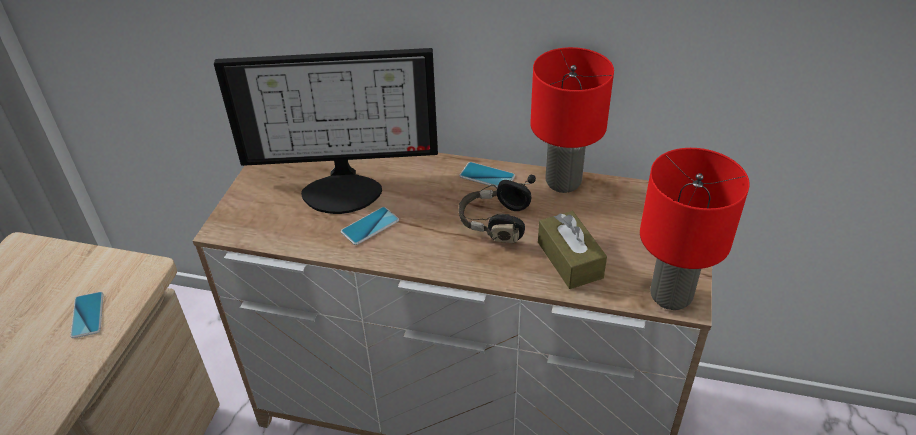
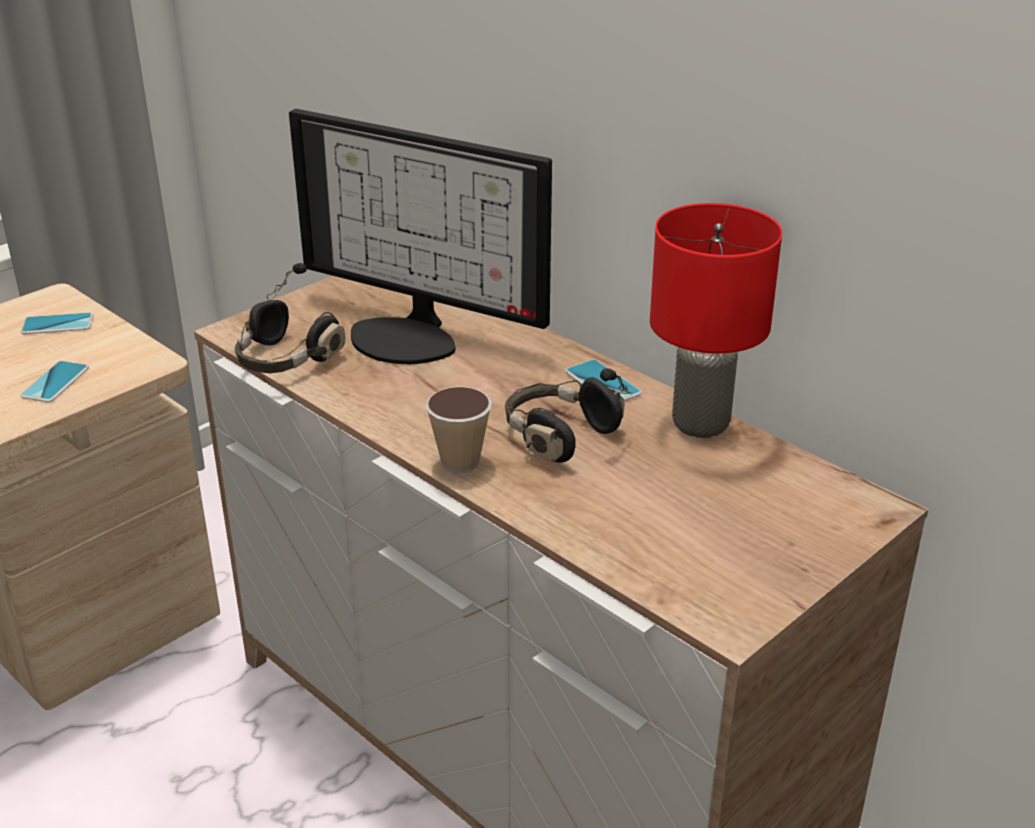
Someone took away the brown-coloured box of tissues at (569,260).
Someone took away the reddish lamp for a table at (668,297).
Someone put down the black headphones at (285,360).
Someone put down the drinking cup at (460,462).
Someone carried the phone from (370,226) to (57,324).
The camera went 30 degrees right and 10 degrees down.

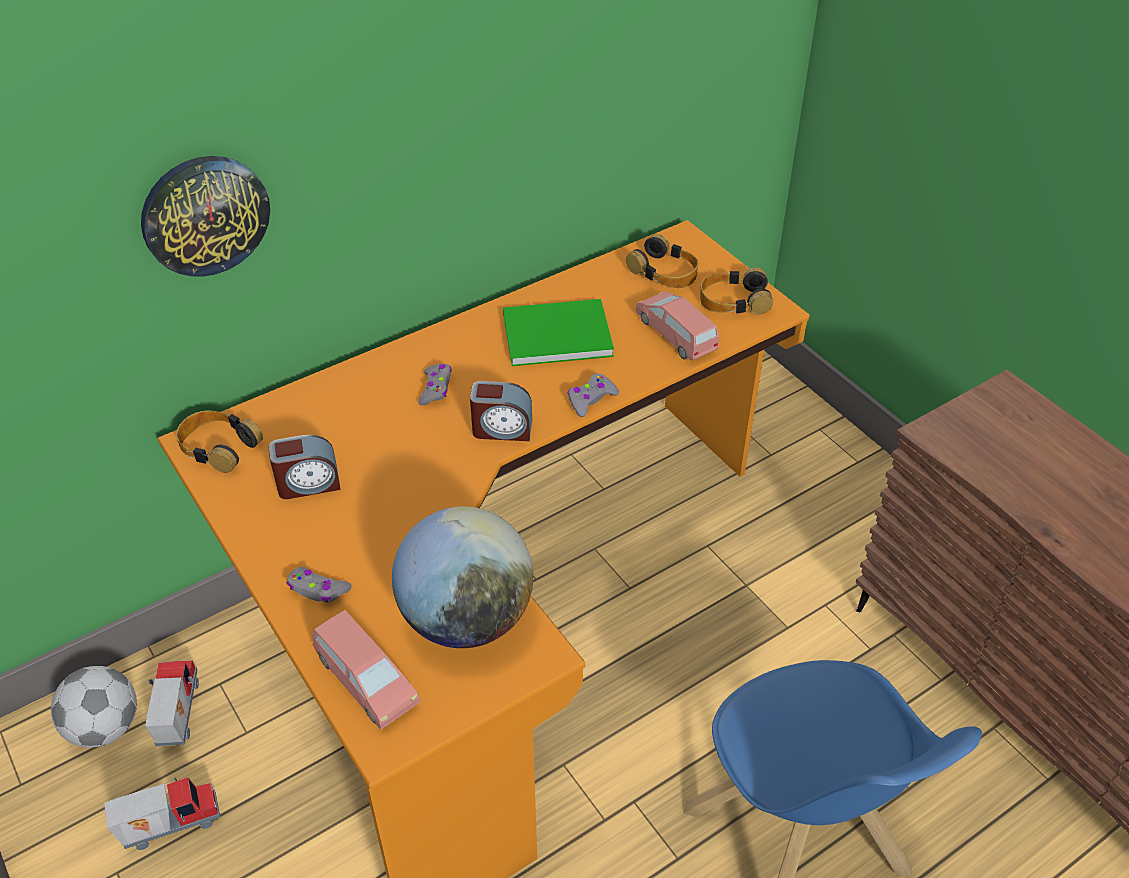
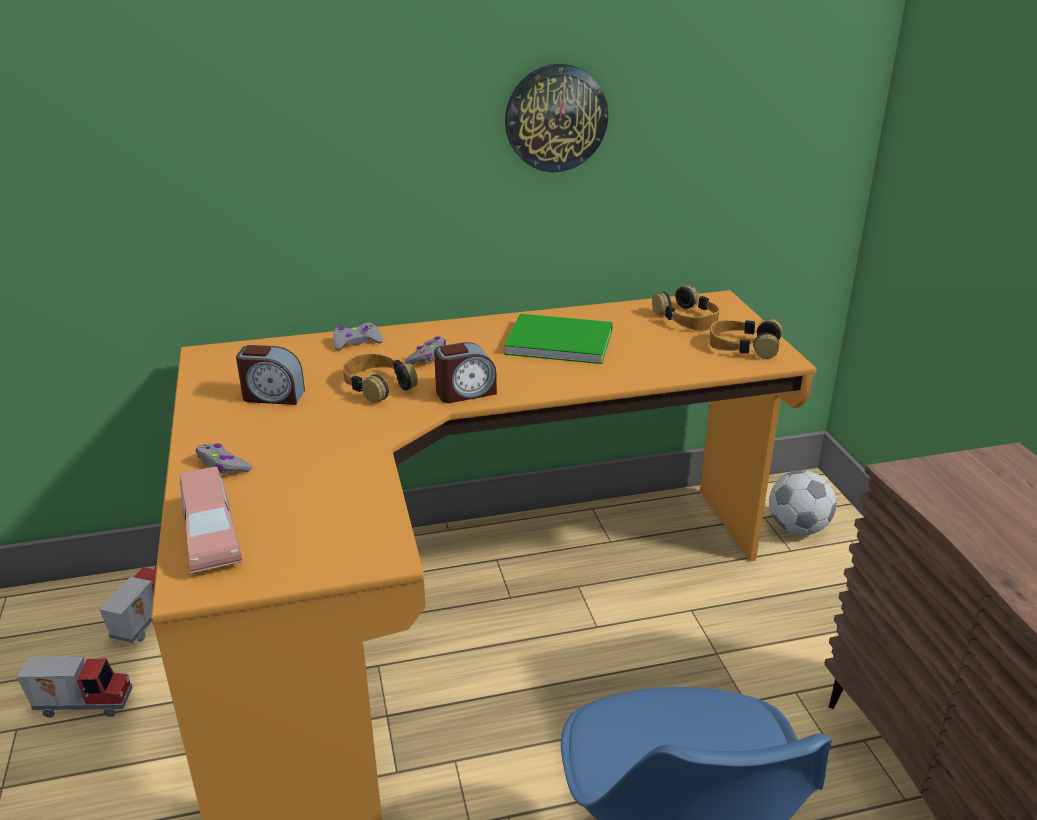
Someone took away the world globe at (466,618).
Someone took away the pinkish toy car at (676,335).
Someone carried the ball for football from (104,727) to (797,528).
Someone carried the wall clock from (205,215) to (555,118).
Someone carried the headphones from (218,447) to (377,385).
Someone carried the gray game controller from (591,399) to (356,342).
Someone rotated the bedside clock at (502,429) by 45 degrees counterclockwise.
The camera went 20 degrees right and 15 degrees down.

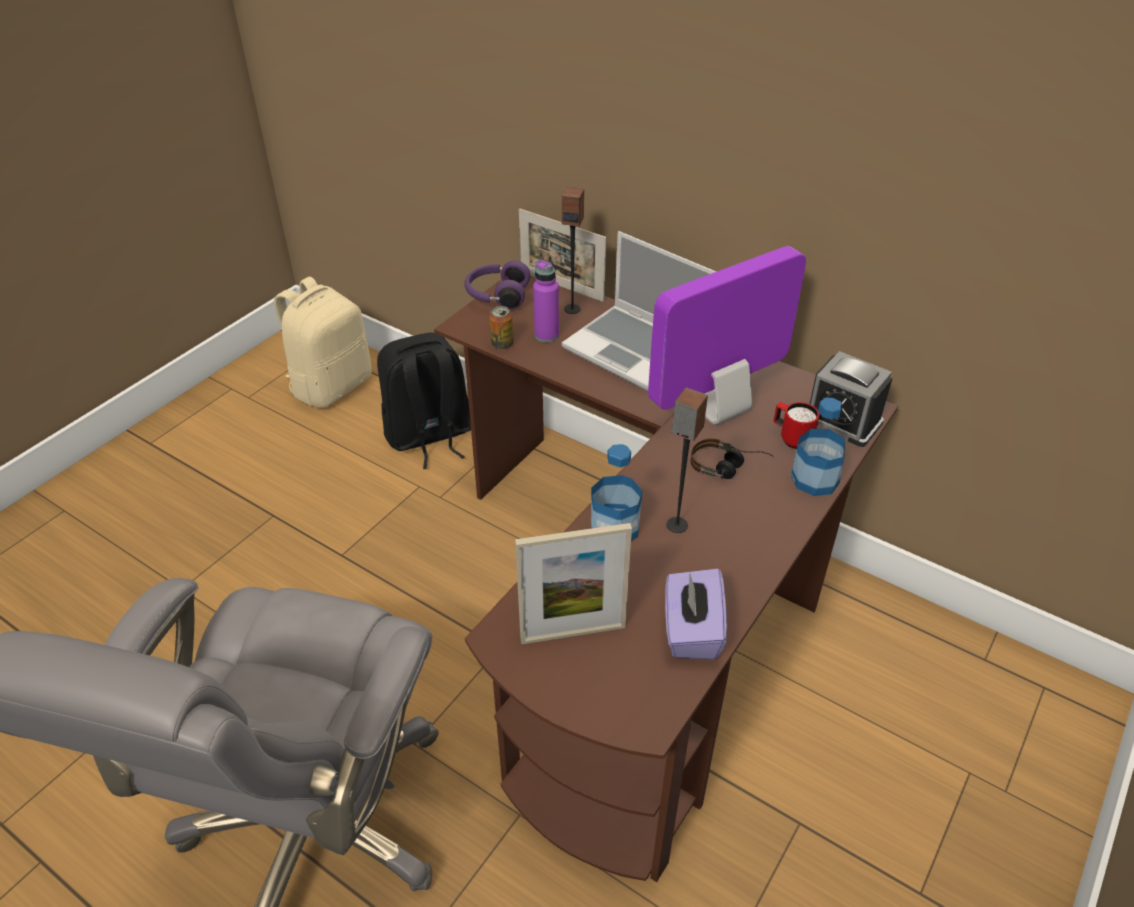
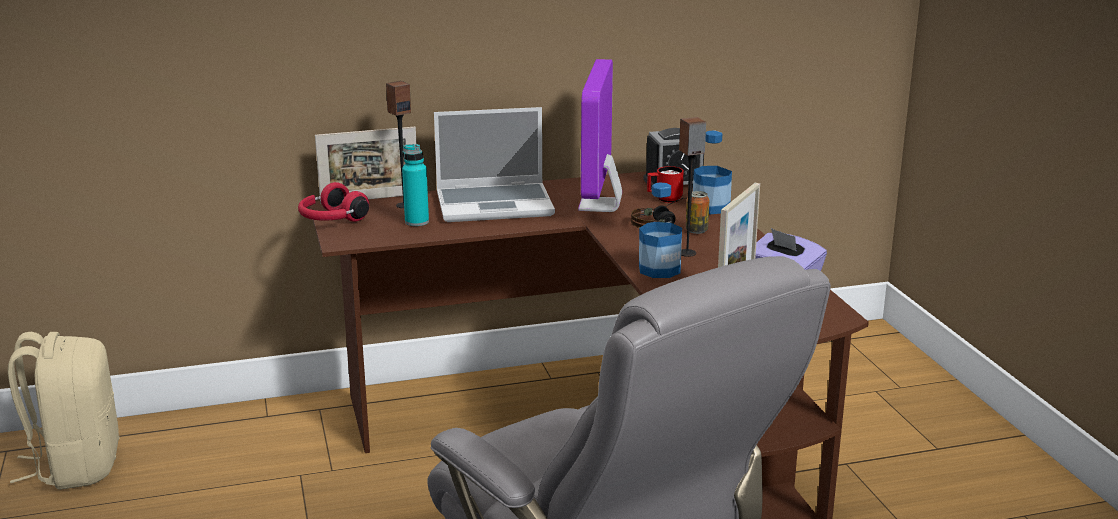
Someone took away the black backpack at (429,437).
Someone carried the can from (502,344) to (696,230).
Someone repainted the purple headphones at (497,295), which became the reddish headphones at (331,220).
Someone repainted the purple drink bottle at (546,335), which became the blue-green drink bottle at (416,222).
The camera went 50 degrees left and 20 degrees down.

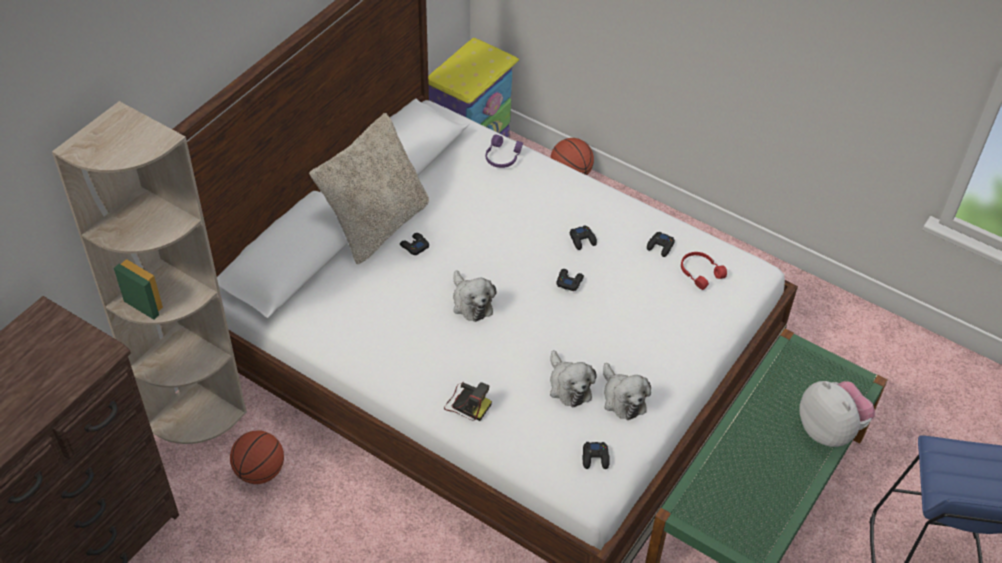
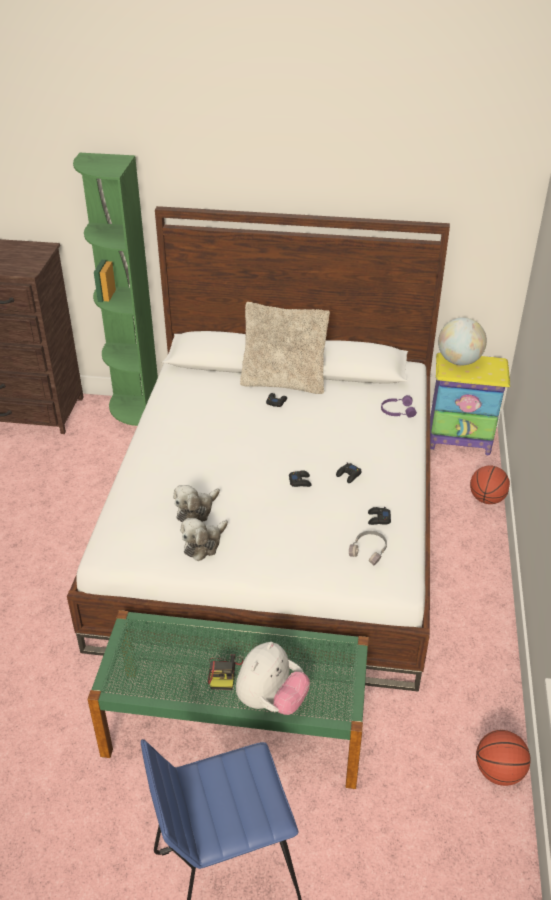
Someone took away the plush toy at (471,302).
Someone took away the black game controller at (595,458).
Someone put down the world globe at (459,361).
Someone carried the ball for basketball from (260,471) to (498,771).
Someone carried the photo camera from (467,404) to (224,672).
Someone repainted the beige bookcase at (196,422), which became the green-coloured bookcase at (133,415).
Someone repainted the reddish headphones at (700,272), which became the gray headphones at (369,550).
The camera went 65 degrees right and 10 degrees down.

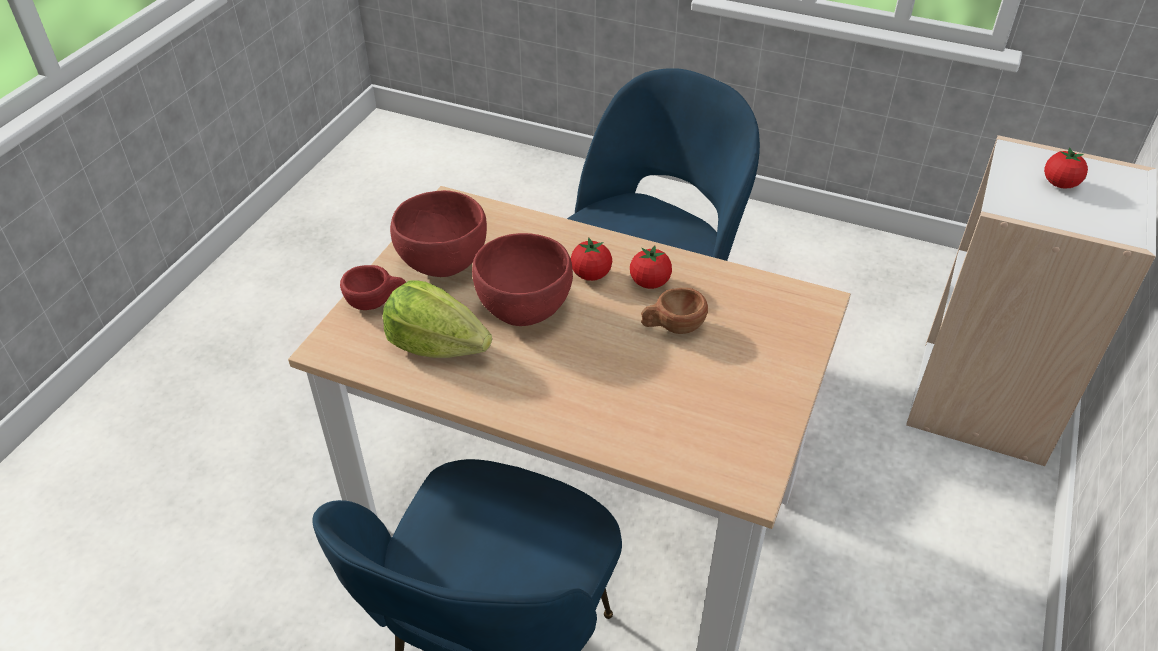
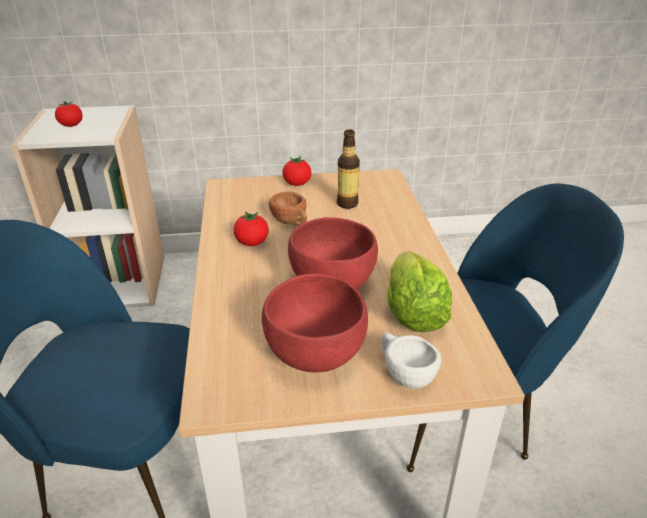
Someone put down the drink bottle at (347,204).
Someone carried the tomato from (591,275) to (297,184).
Someone repainted the reddish drinking cup at (377,302), which became the whitish drinking cup at (404,373).
The camera went 120 degrees left and 10 degrees down.

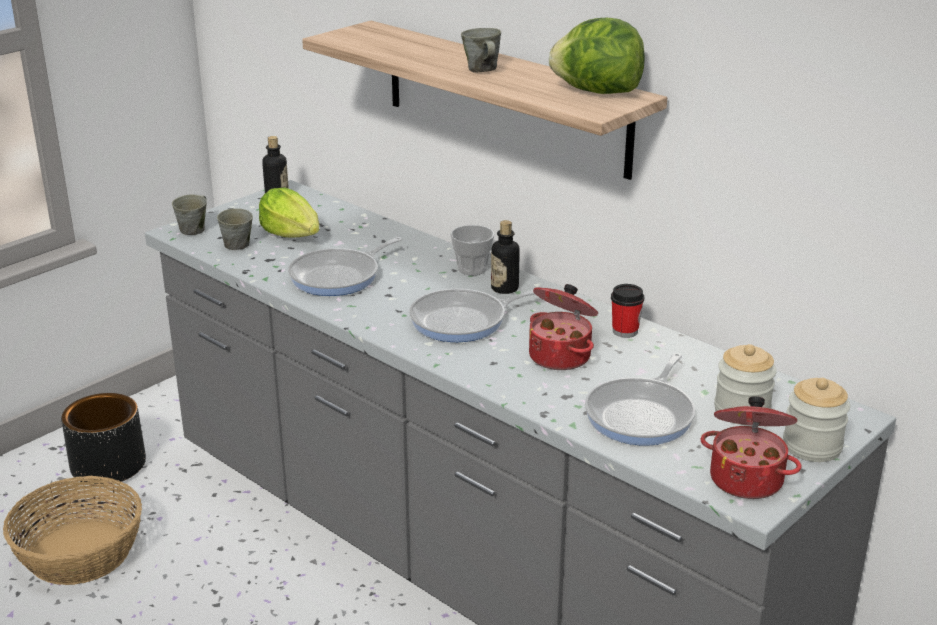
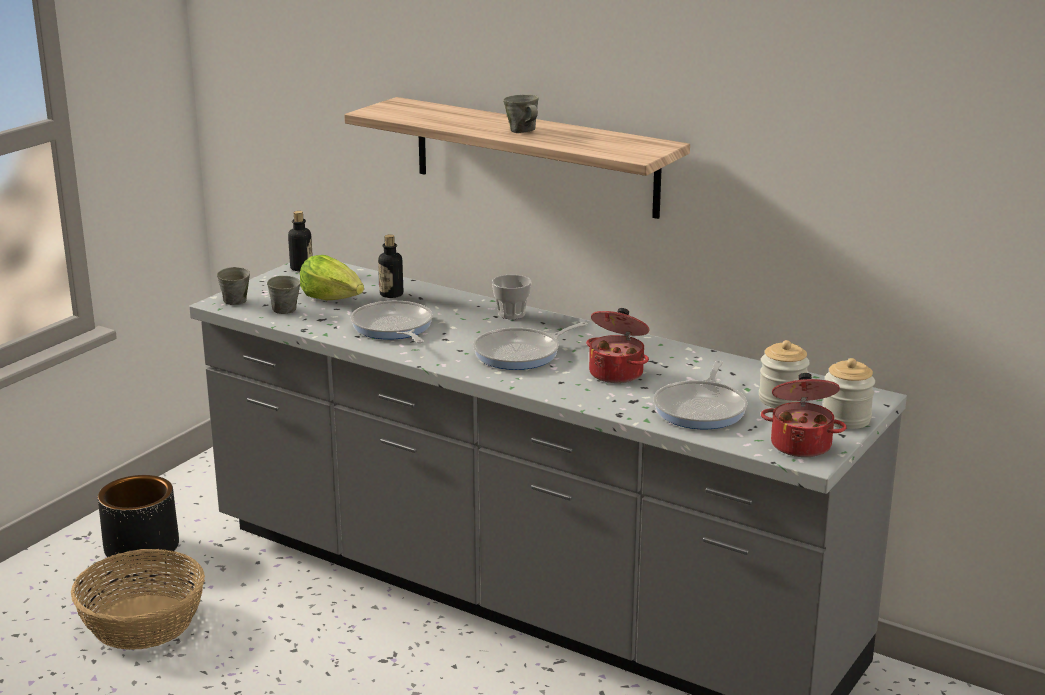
Someone took away the lettuce head at (597,92).
Someone took away the drinking cup at (625,331).
Someone carried the drink bottle from (504,288) to (391,294).
Someone rotated the skillet at (339,276) by 120 degrees clockwise.
The camera went 10 degrees left and 5 degrees down.

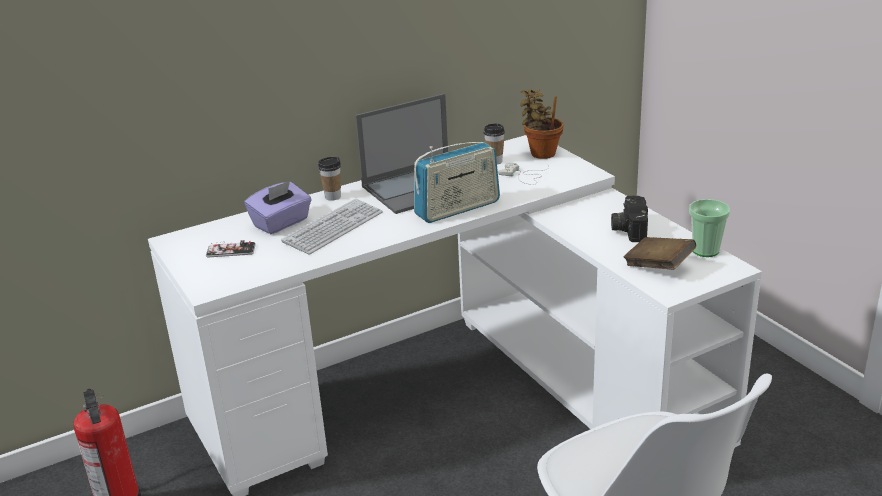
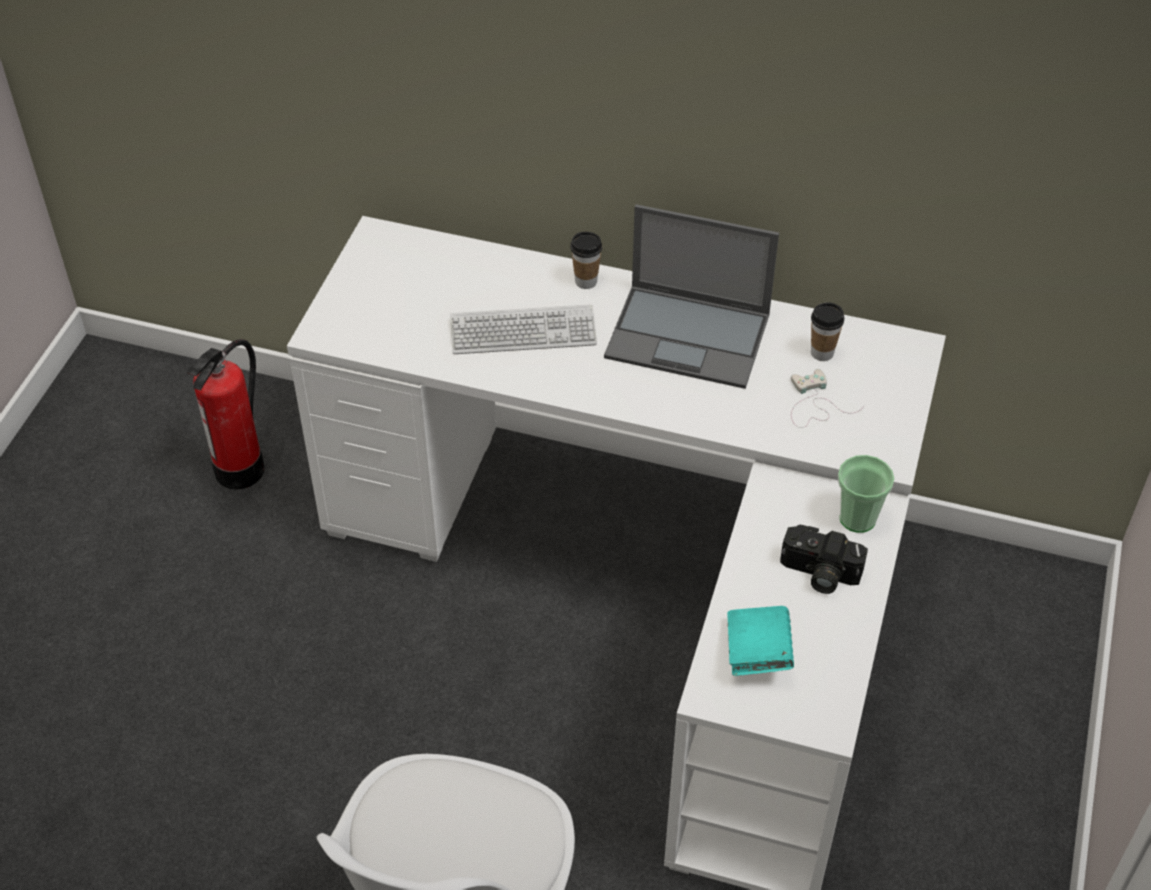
Someone took away the phone at (231,251).
Someone took away the purple box of tissues at (281,223).
Someone took away the radio at (457,209).
Someone took away the houseplant at (541,153).
Someone carried the drinking cup from (705,250) to (857,518).
Someone repainted the brown-coloured volume at (658,267), which became the blue-green volume at (757,653).
Someone rotated the photo camera at (628,229) by 120 degrees counterclockwise.
The camera went 45 degrees right and 20 degrees up.

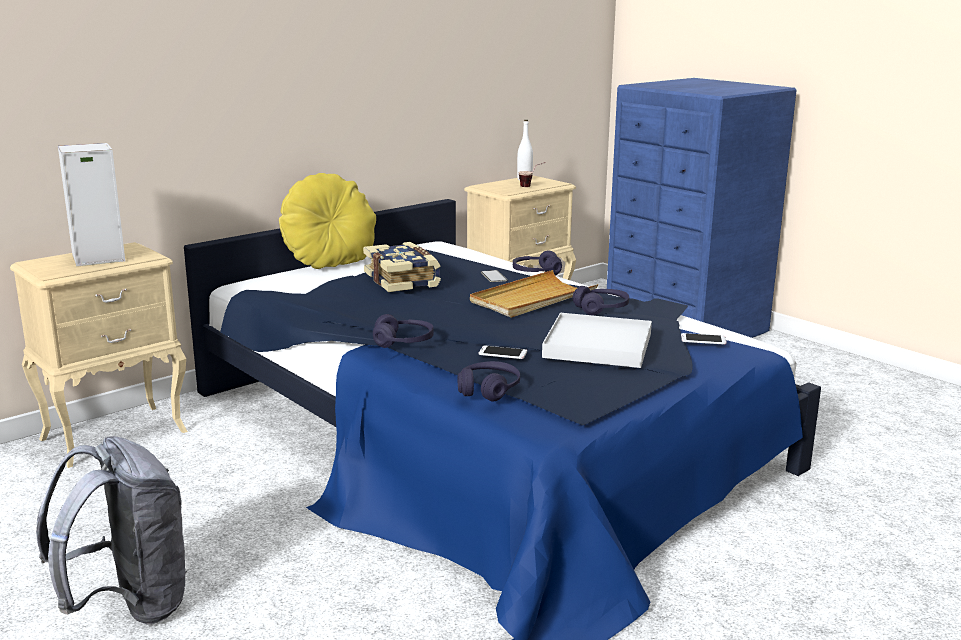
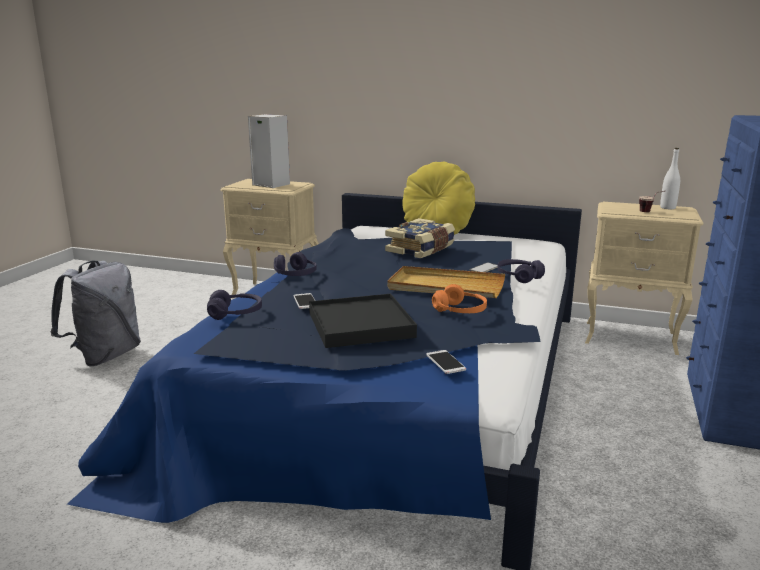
Someone repainted the whitish serving tray at (598,345), which became the black serving tray at (361,325).
Someone repainted the purple headphones at (601,309), which became the orangey headphones at (460,311).
The camera went 60 degrees right and 0 degrees up.

